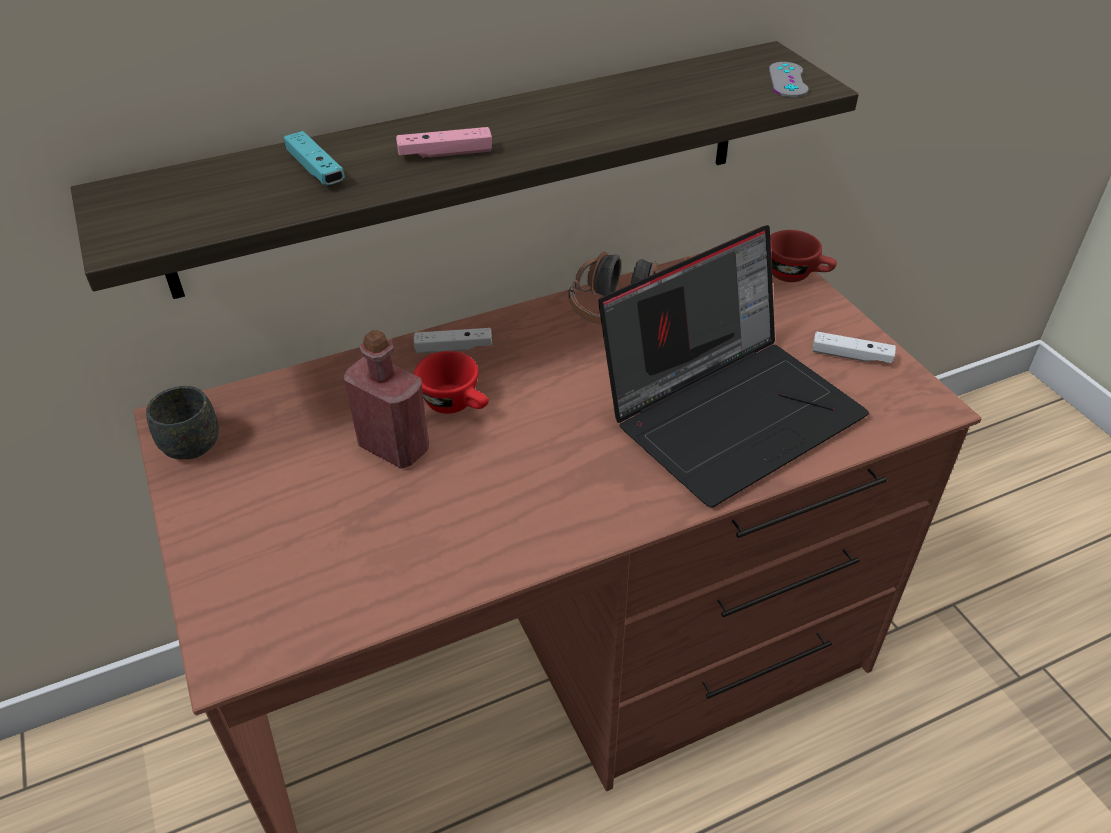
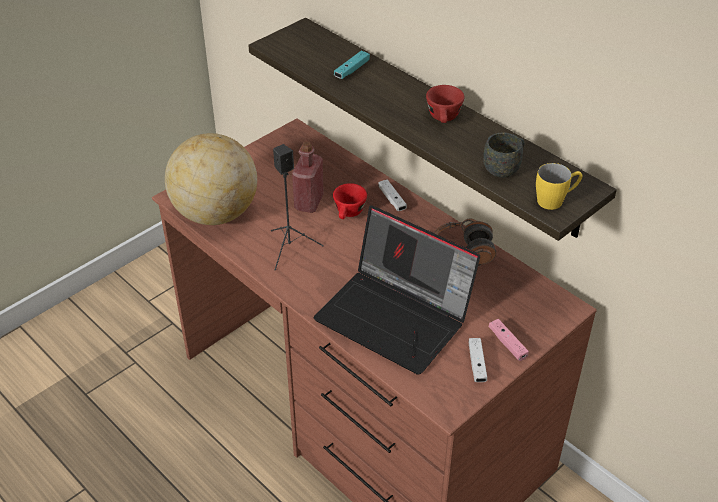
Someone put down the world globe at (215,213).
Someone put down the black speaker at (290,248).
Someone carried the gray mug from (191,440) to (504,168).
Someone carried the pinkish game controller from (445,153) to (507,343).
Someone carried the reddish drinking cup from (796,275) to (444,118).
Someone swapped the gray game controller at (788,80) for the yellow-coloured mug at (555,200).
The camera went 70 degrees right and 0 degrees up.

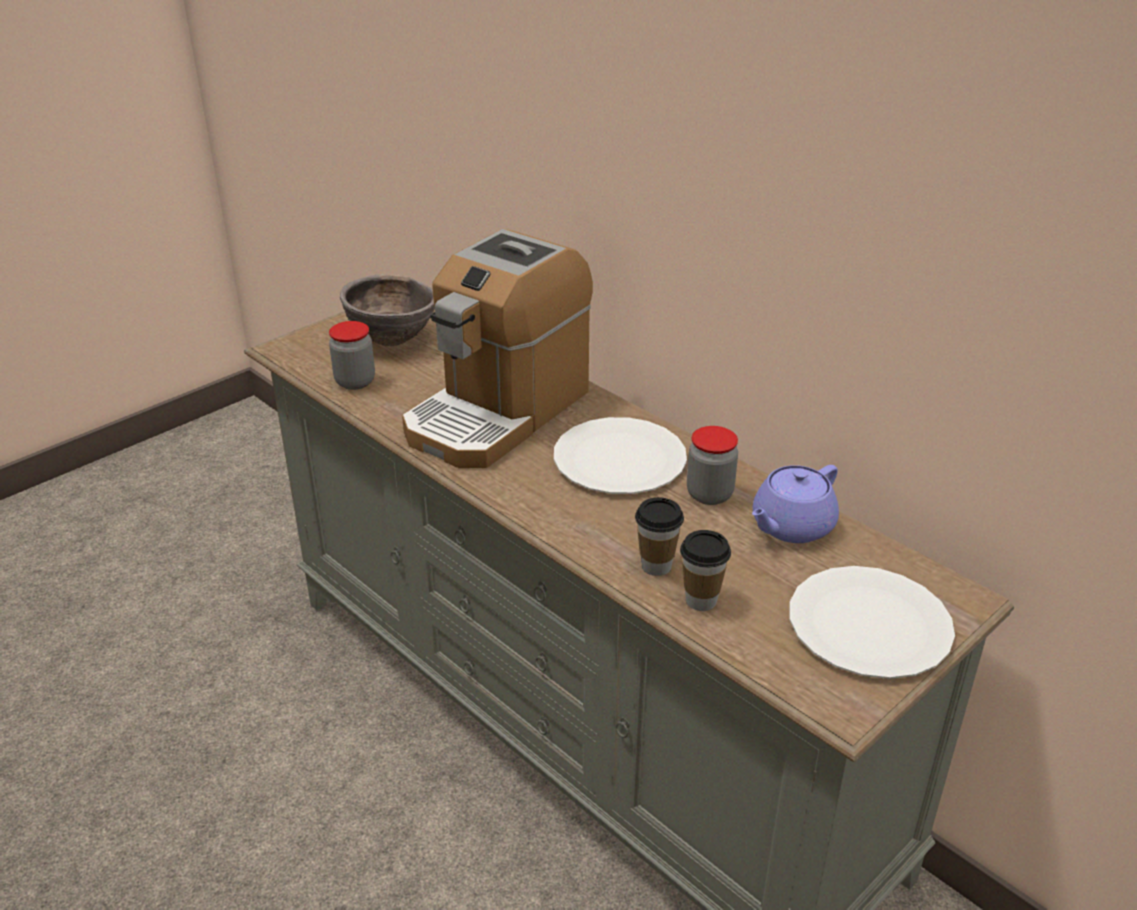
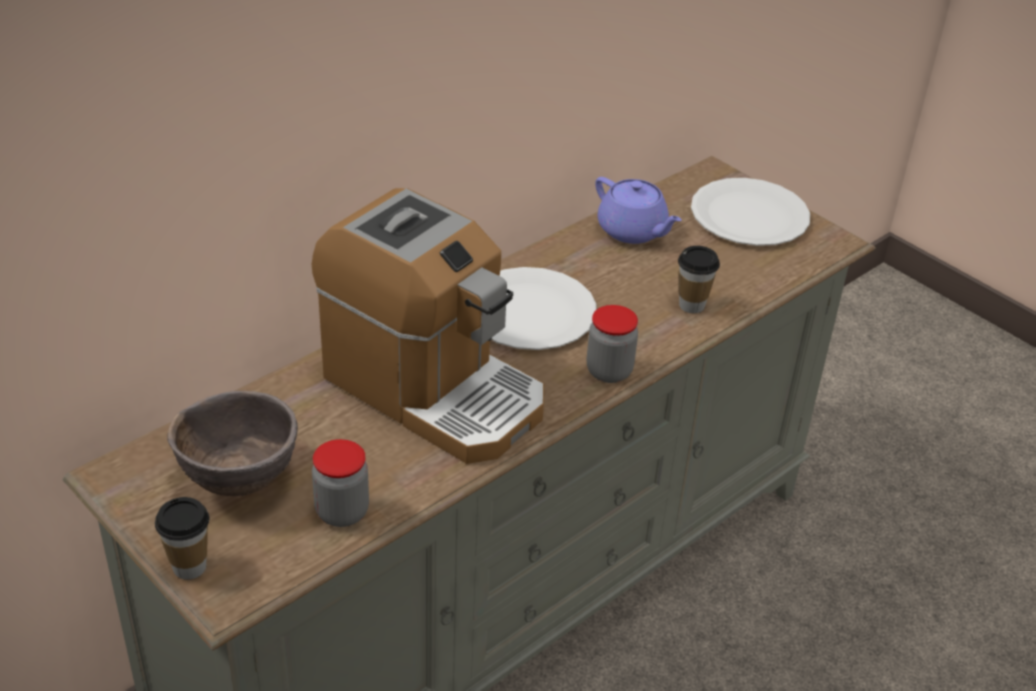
Someone carried the drinking cup from (701,600) to (189,567).
Someone carried the jar from (709,494) to (609,371).
The camera went 90 degrees left and 5 degrees up.

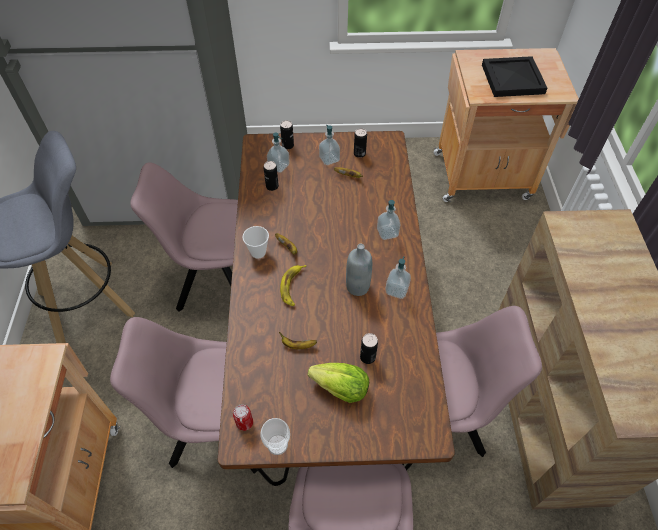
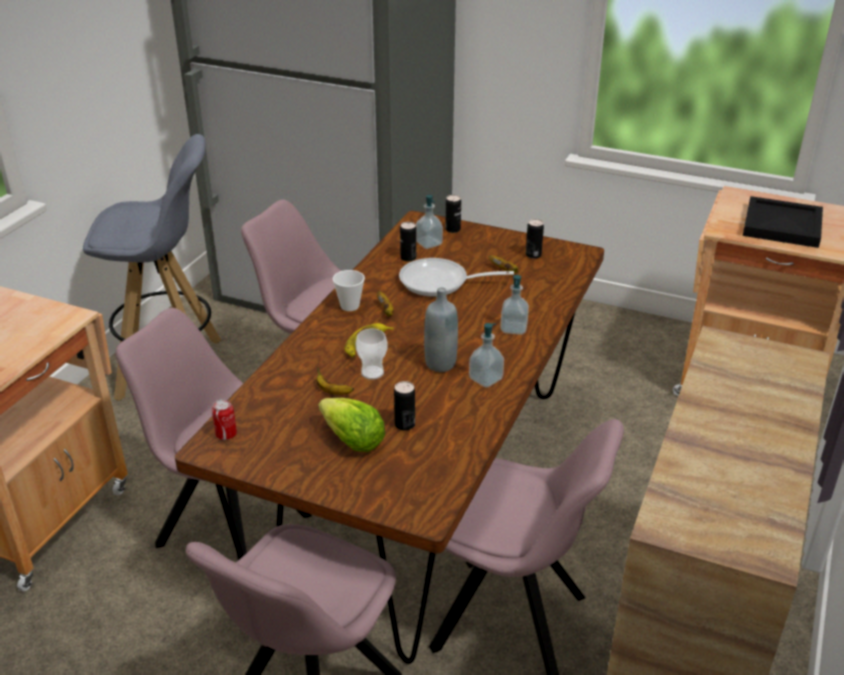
Someone took away the liquid soap bottle at (329,159).
Someone put down the skillet at (440,283).
Someone carried the drinking cup from (277,444) to (372,373).
The camera went 25 degrees right and 20 degrees down.

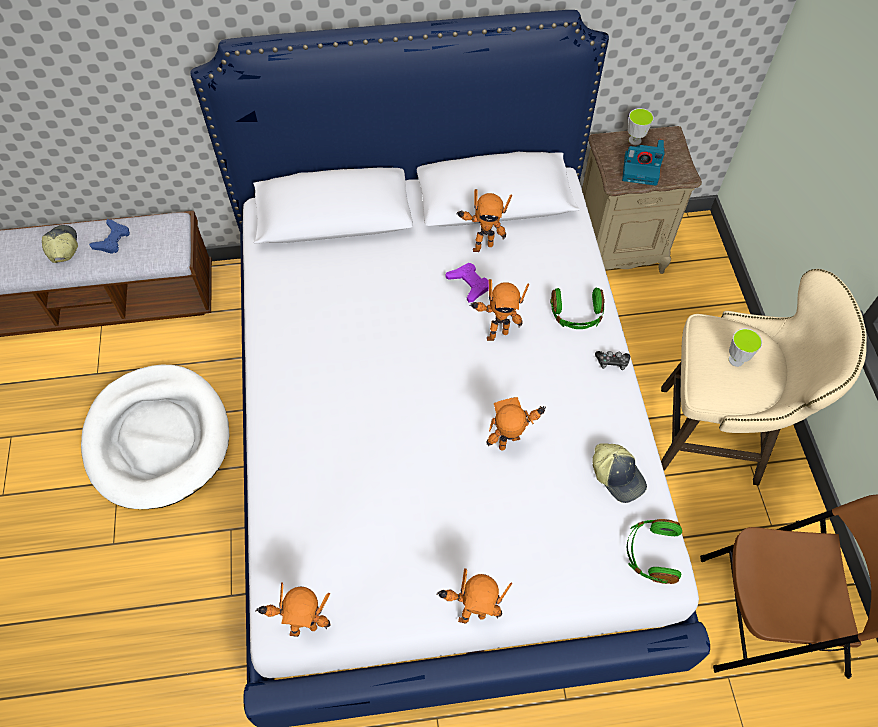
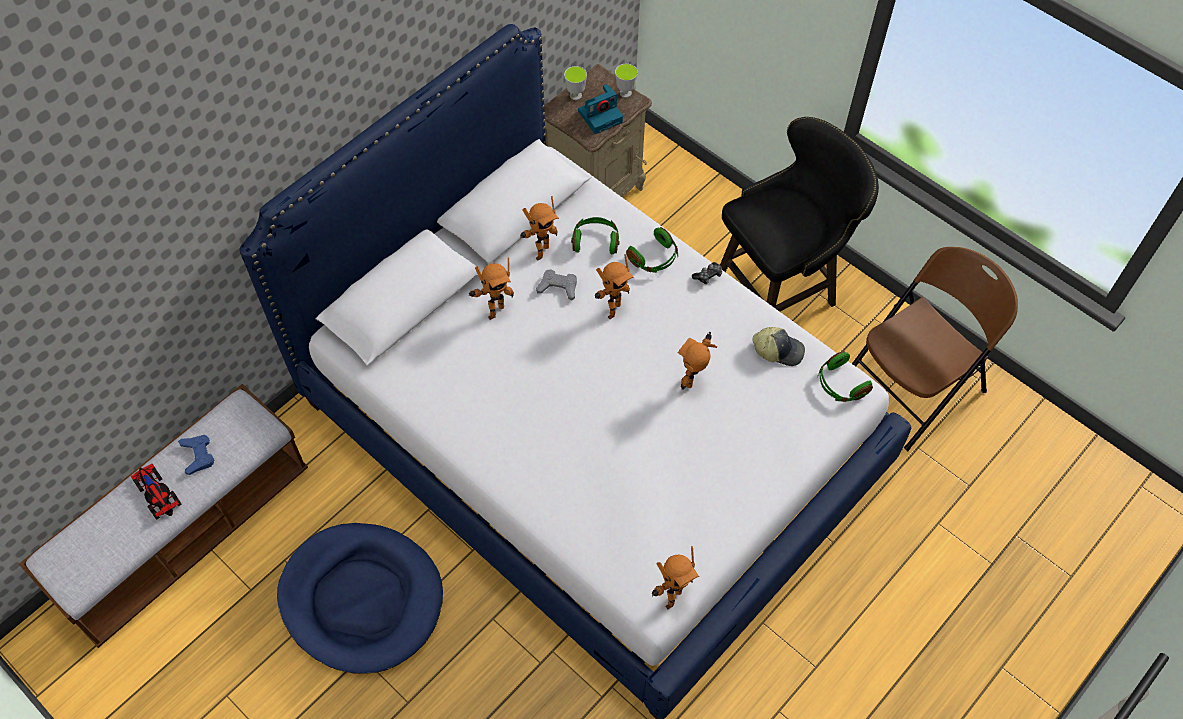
Someone put down the green-coloured headphones at (595,240).
Someone carried the model robot from (470,614) to (493,310).
Someone carried the drinking cup from (736,360) to (625,93).
Someone swapped the baseball cap at (62,247) for the toy car at (156,492).
Someone repainted the whitish pet bed at (158,438), which became the blue pet bed at (362,599).
Someone repainted the purple game controller at (469,284), which became the gray game controller at (558,287).
Someone repainted the beige stool seat at (715,436), which became the black stool seat at (780,289).
The camera went 40 degrees left and 0 degrees up.

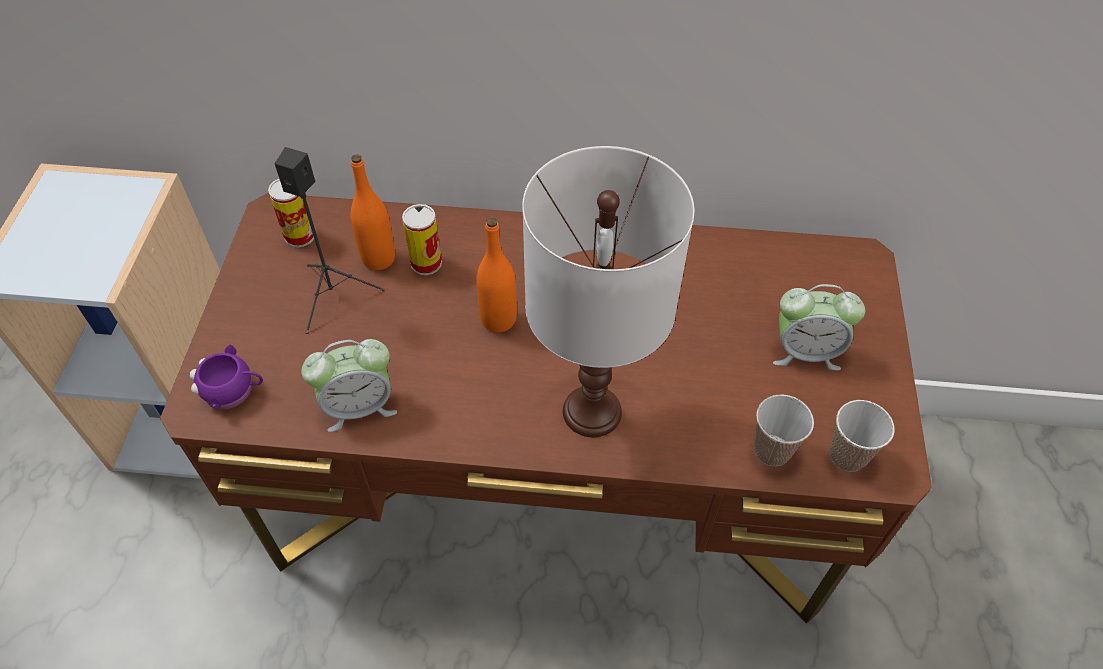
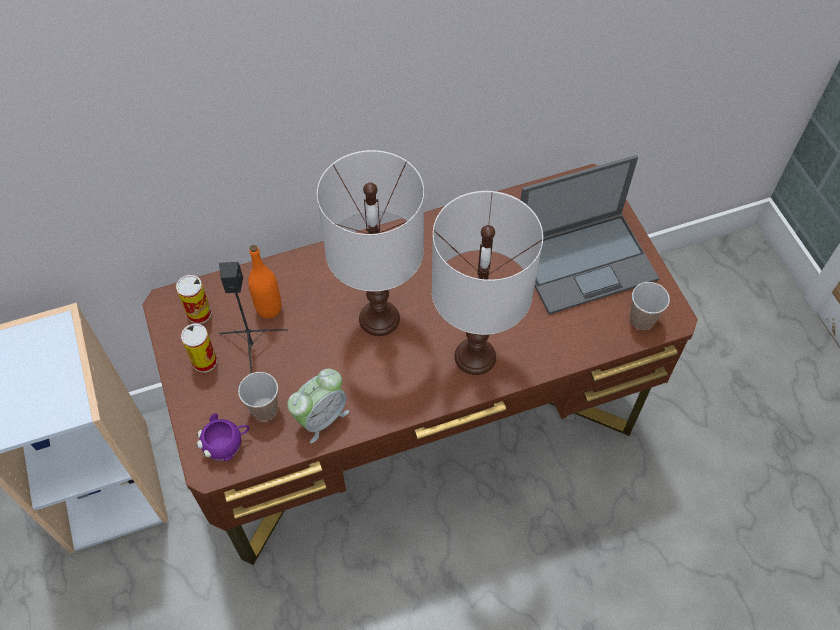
Someone carried the can from (426,263) to (205,361).
Someone carried the drinking cup from (772,450) to (264,409).
Someone swapped the orangey drink bottle at (498,319) for the whitish lamp for a table at (379,319).
Someone swapped the bedside clock at (805,351) for the laptop at (586,261).
The camera went 25 degrees left and 5 degrees up.

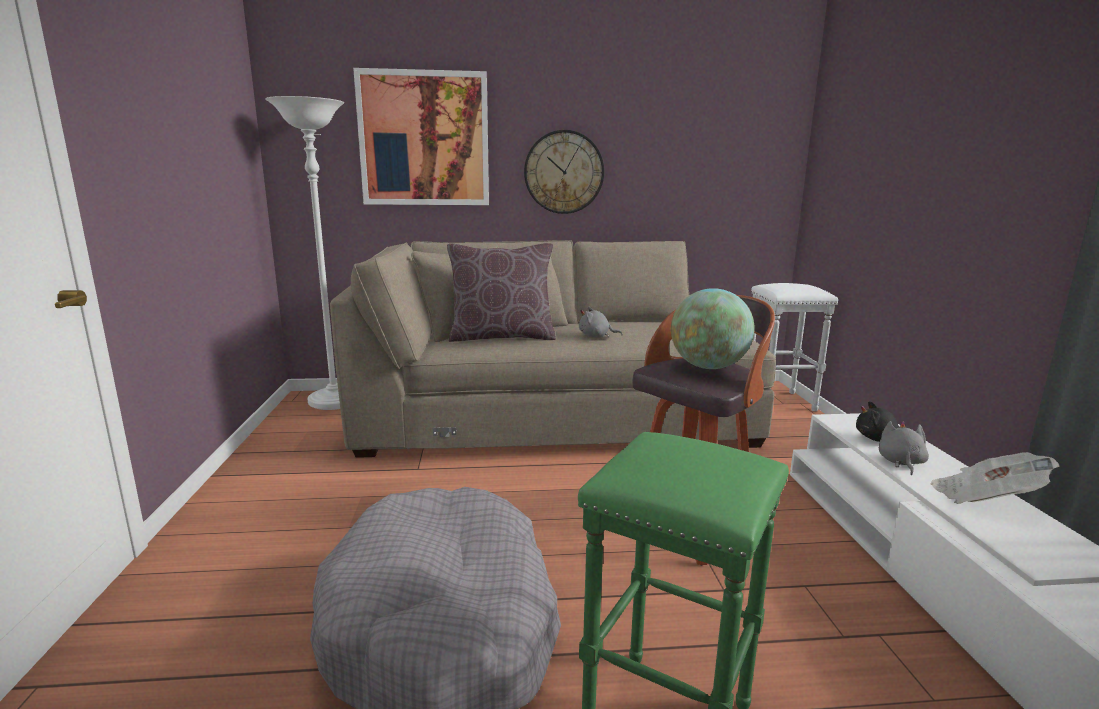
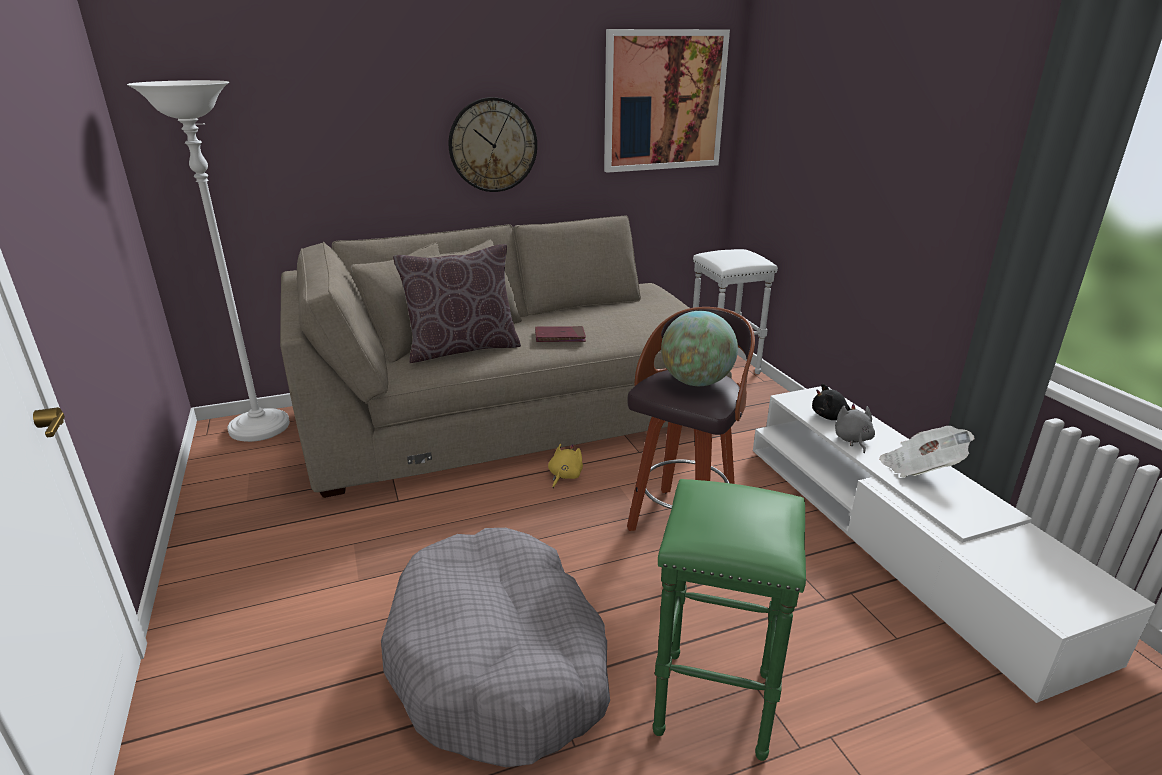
Someone put down the yellow-coloured plush toy at (564,476).
Someone carried the wall art from (424,139) to (664,101).
Someone swapped the gray plush toy at (596,336) for the reddish volume at (560,337).
The camera went 15 degrees left and 10 degrees up.

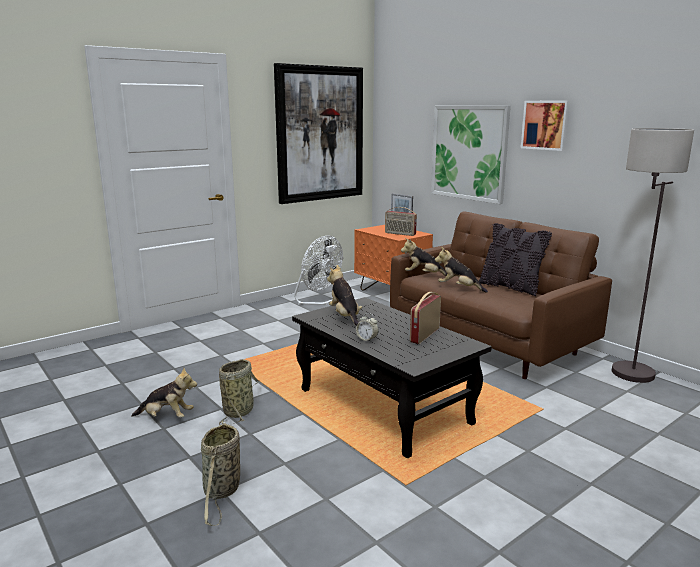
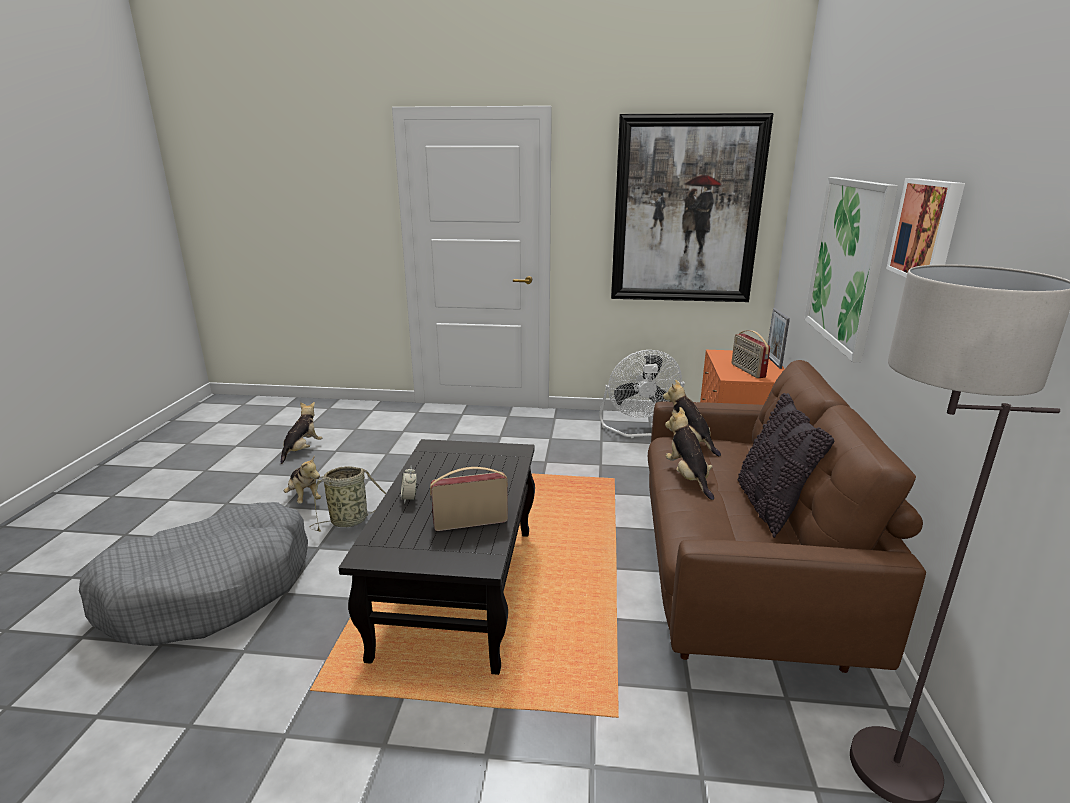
Someone carried the plush toy from (345,317) to (302,450).
Someone swapped the household basket at (221,492) for the gray pet bed at (211,589).
The camera went 45 degrees right and 5 degrees up.

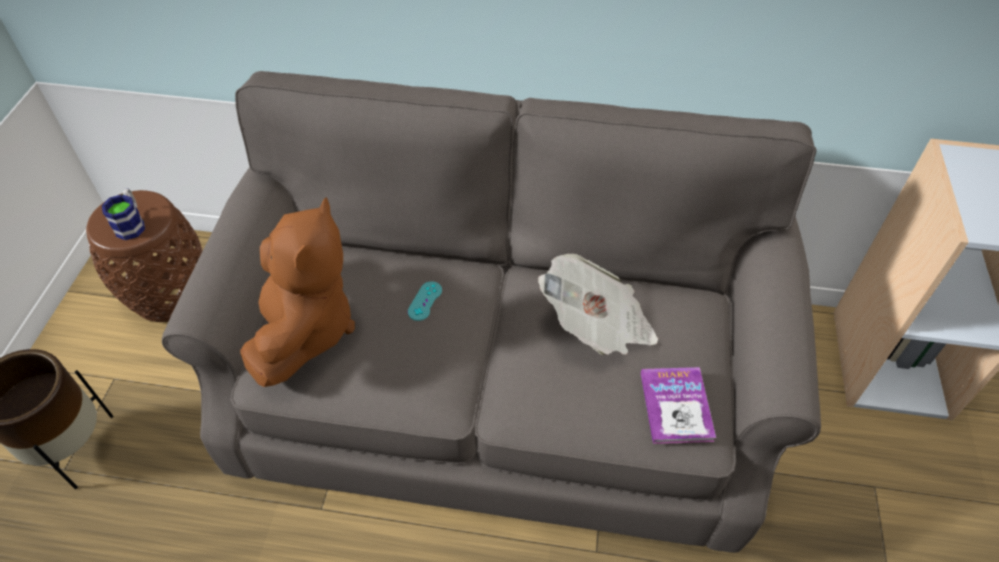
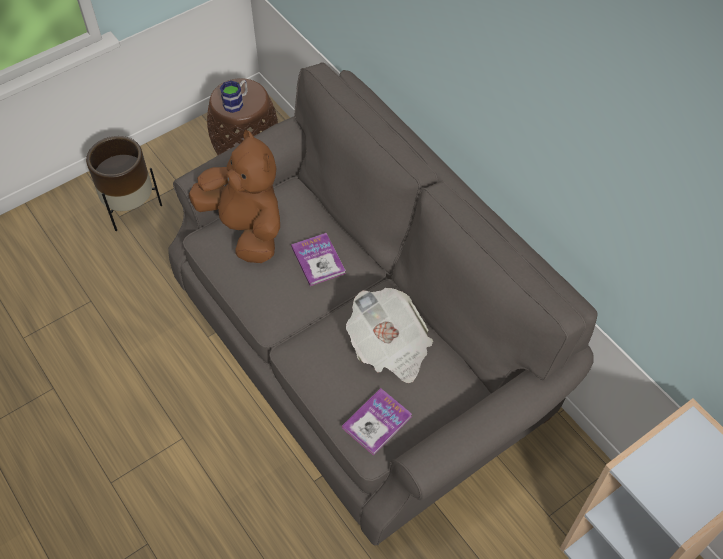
Someone swapped the blue-green game controller at (425,301) for the volume at (318,260).
Someone rotated the brown-coloured plush toy at (304,330) by 90 degrees counterclockwise.
The camera went 45 degrees right and 5 degrees up.

